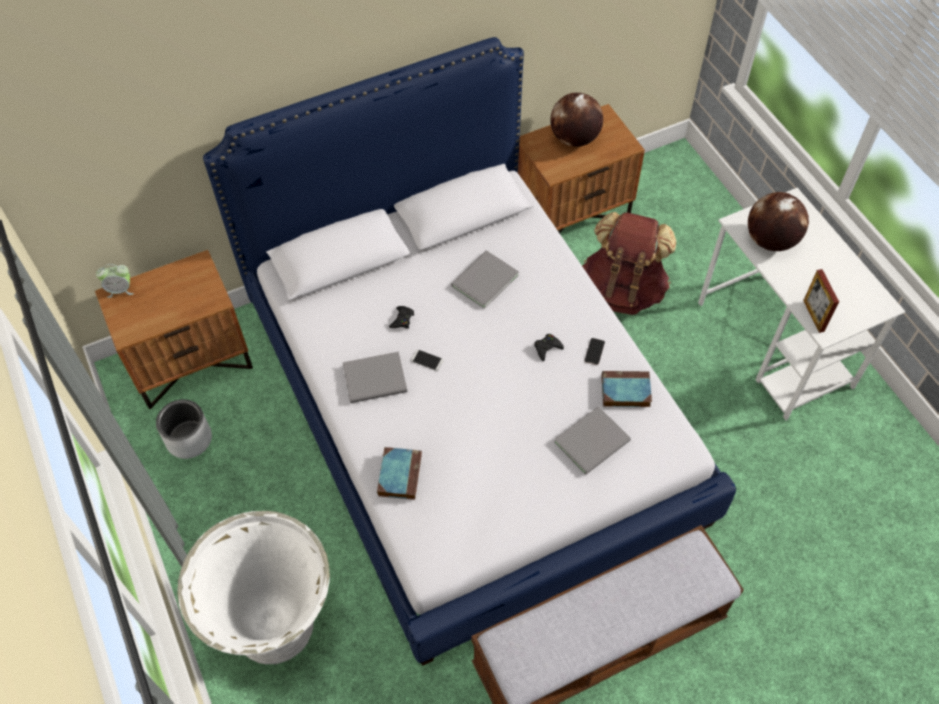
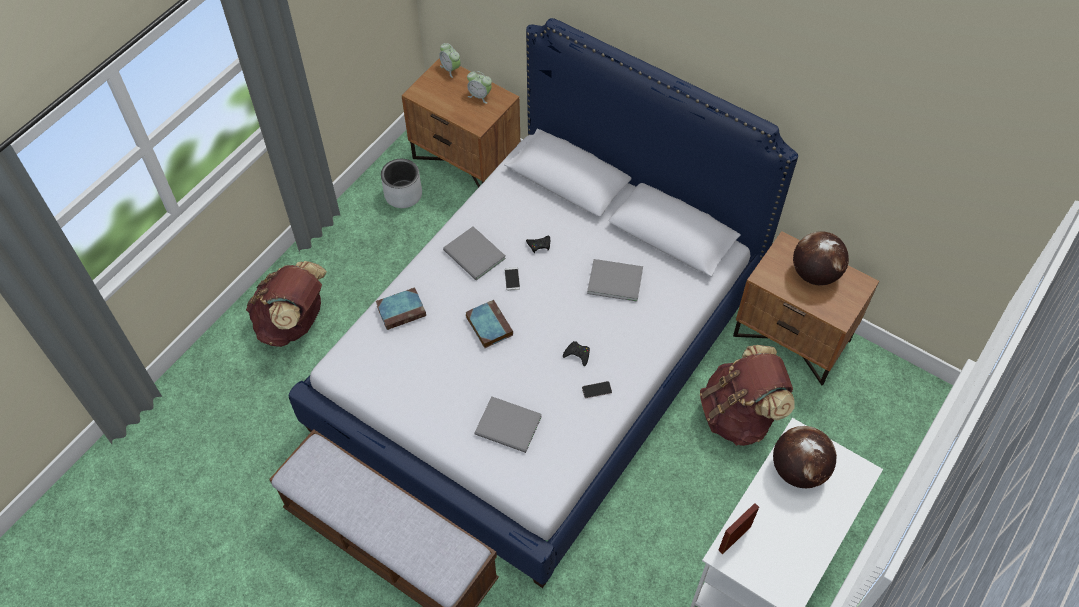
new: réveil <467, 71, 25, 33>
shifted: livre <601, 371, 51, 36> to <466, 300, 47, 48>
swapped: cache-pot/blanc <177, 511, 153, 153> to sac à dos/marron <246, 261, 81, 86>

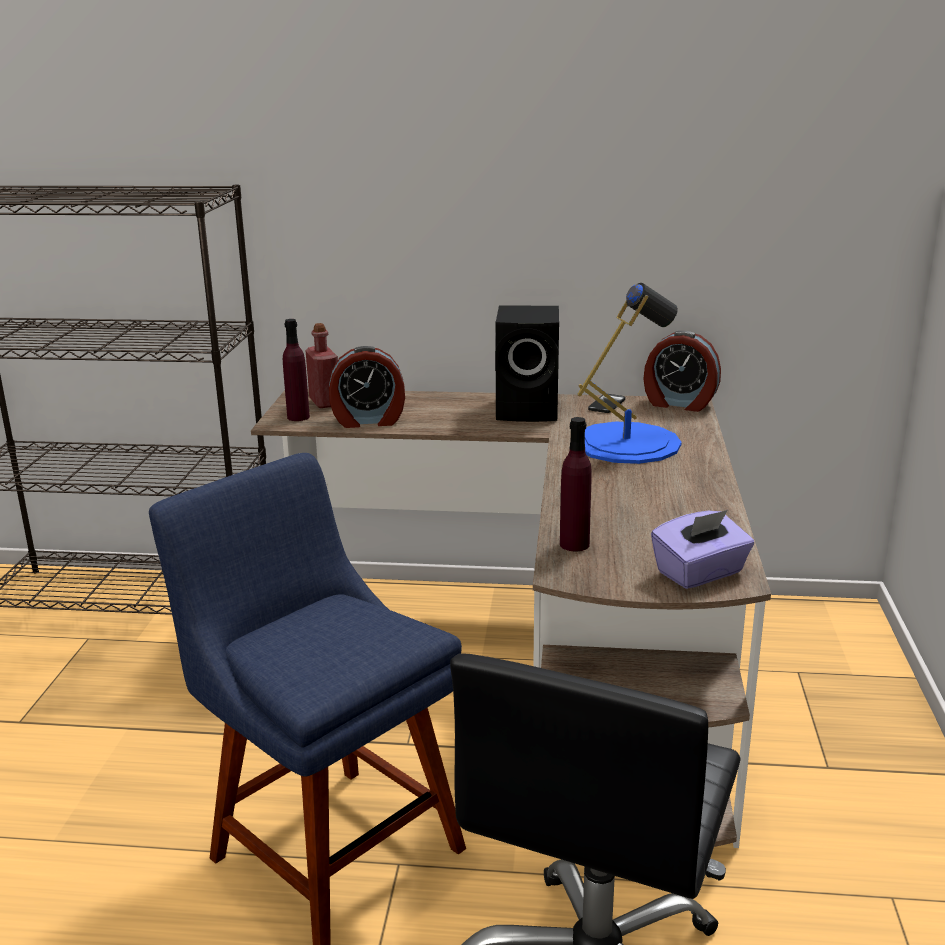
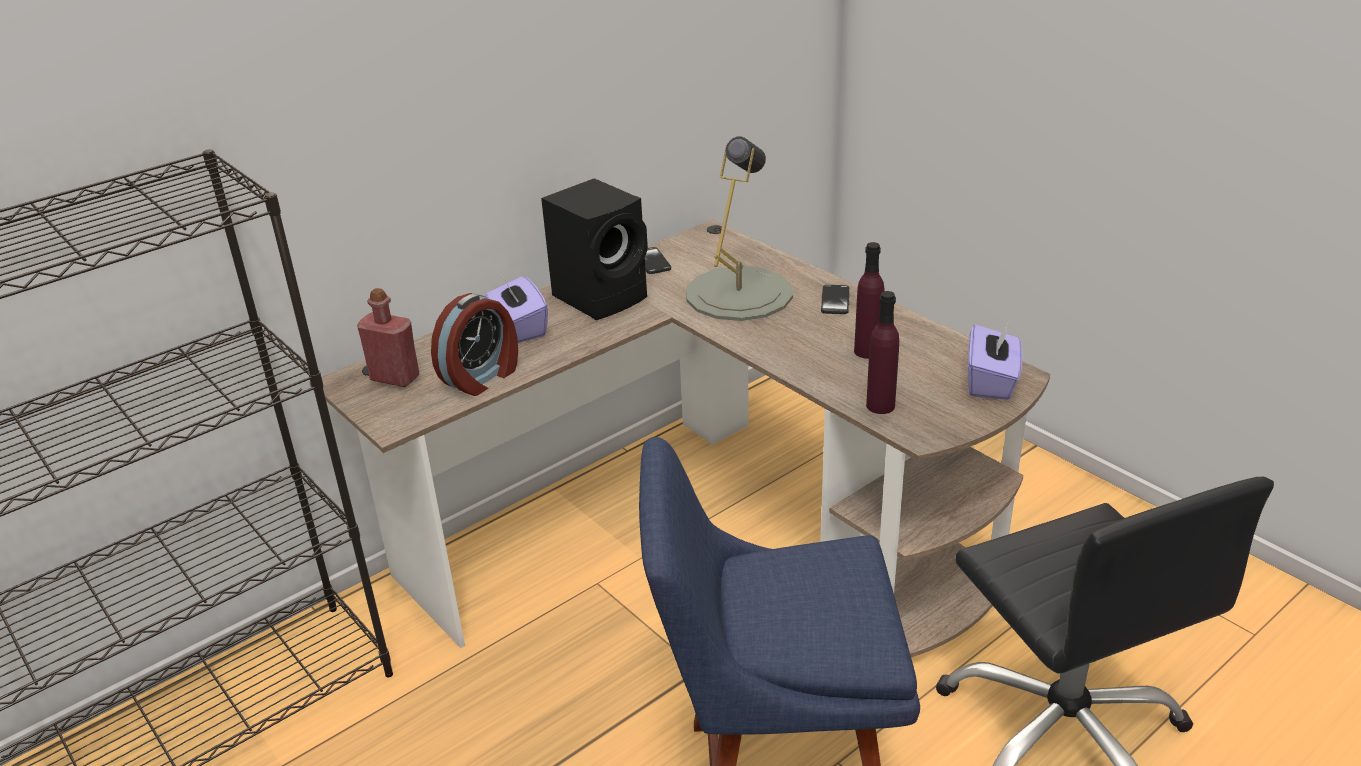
gone: réveil <643, 331, 78, 81>
new: boîte à mouchoirs/violet <485, 275, 63, 68>; téléphone <821, 285, 29, 29>
shifted: bouteille/violet <283, 319, 27, 102> to <854, 242, 30, 117>
repainted: lampe de table/bleu <577, 283, 105, 181> to lampe de table/gris <686, 137, 107, 184>

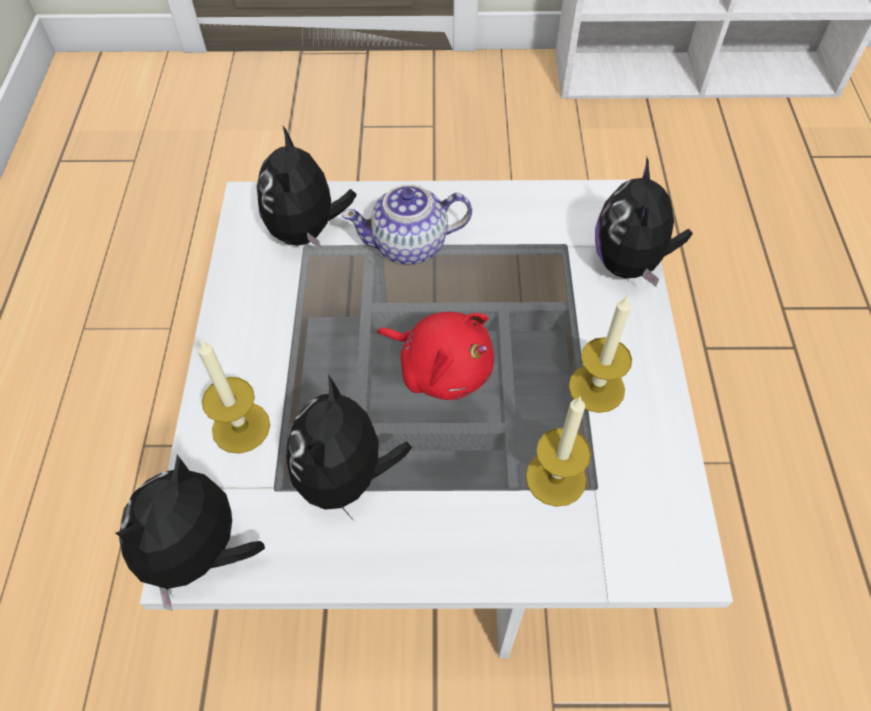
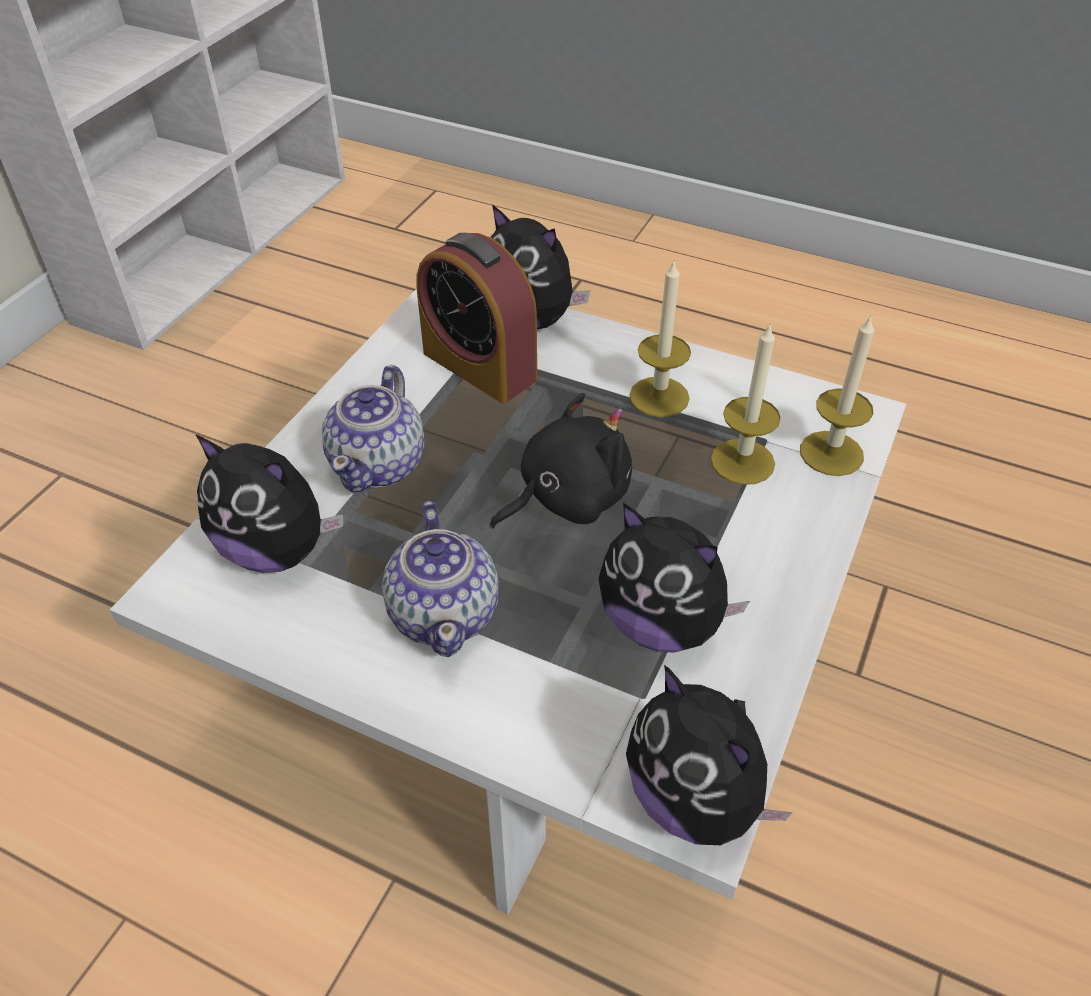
new: réveil <416, 233, 121, 170>; théière <382, 501, 117, 156>
shifted: bougie <198, 339, 72, 115> to <800, 314, 74, 162>
repainted: peluche/rouge <377, 312, 117, 88> to peluche/noir <490, 393, 142, 136>

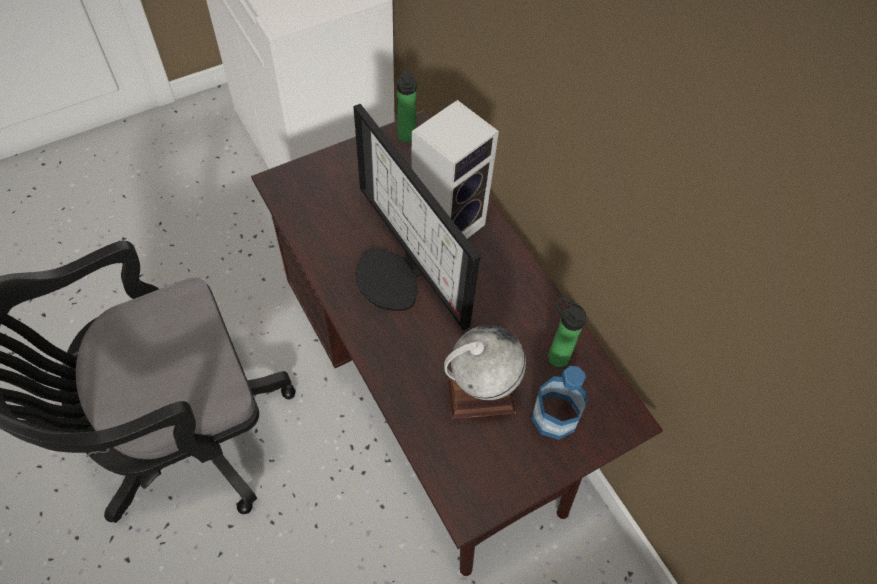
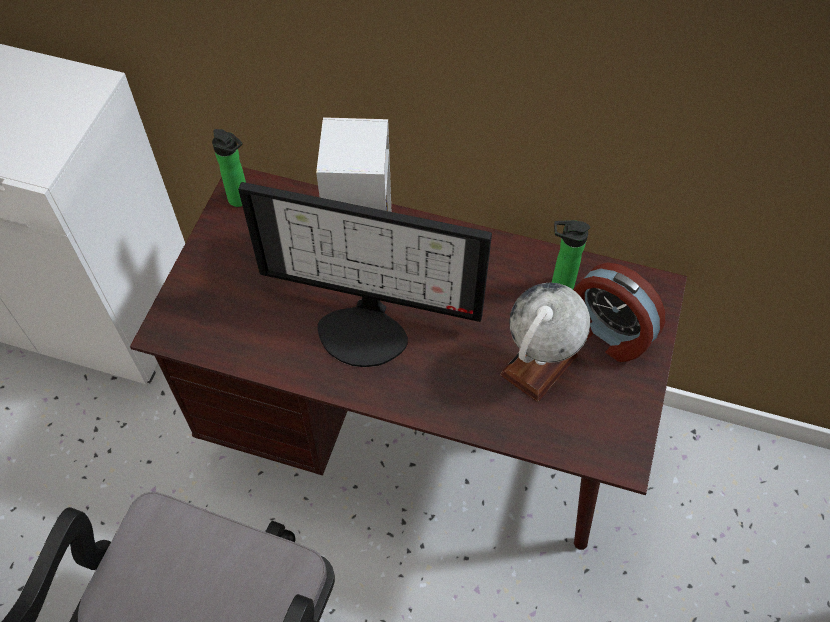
swapped: bouteille <531, 366, 57, 74> to réveil <573, 262, 92, 100>

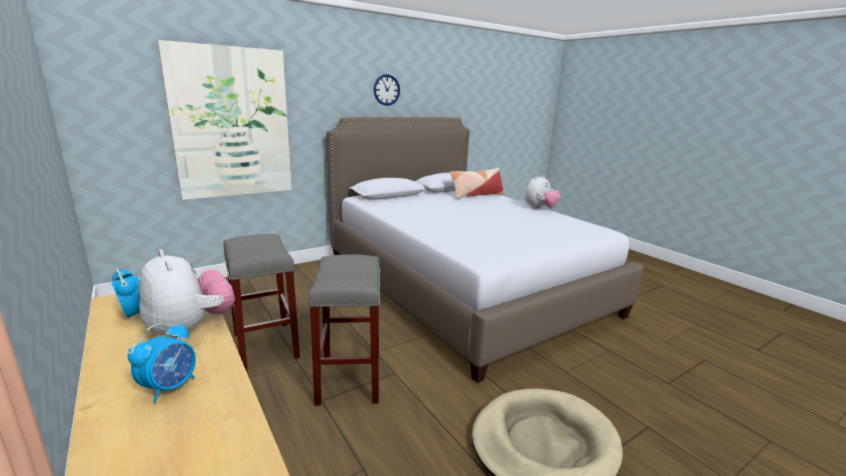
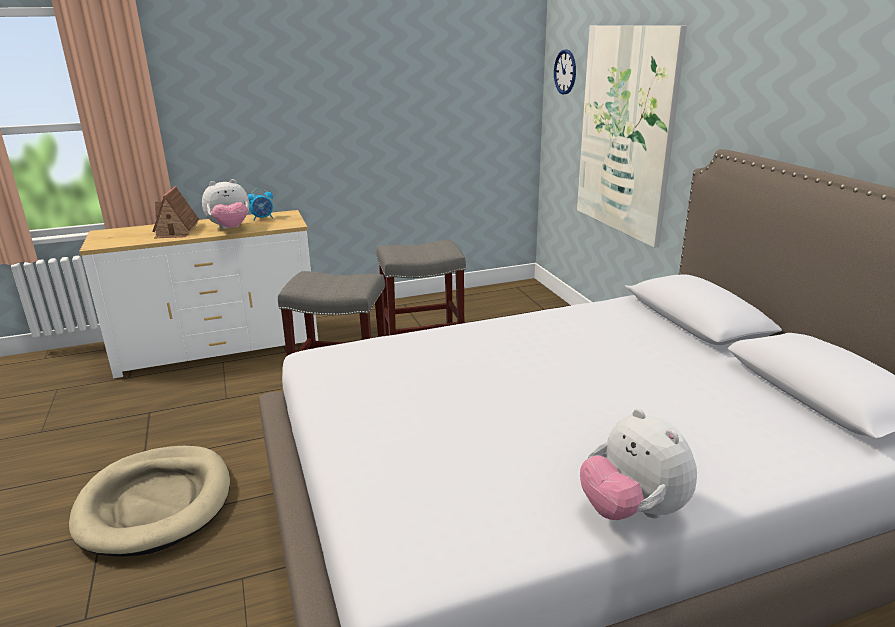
gone: coussin <450, 168, 55, 31>
shifted: horloge murale <373, 74, 27, 32> to <554, 49, 22, 46>
swapped: réveil <127, 323, 69, 80> to maison miniature <153, 186, 47, 52>

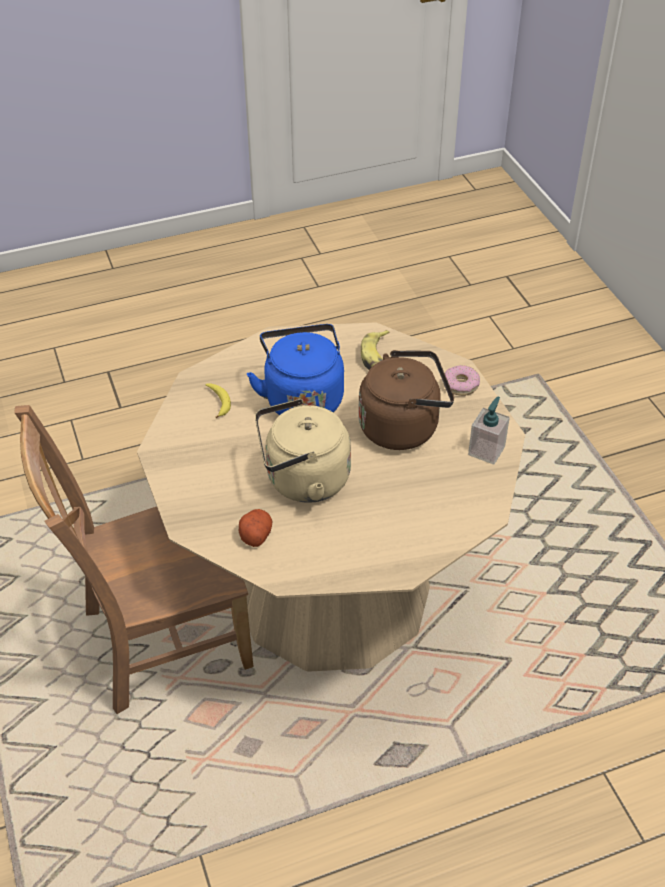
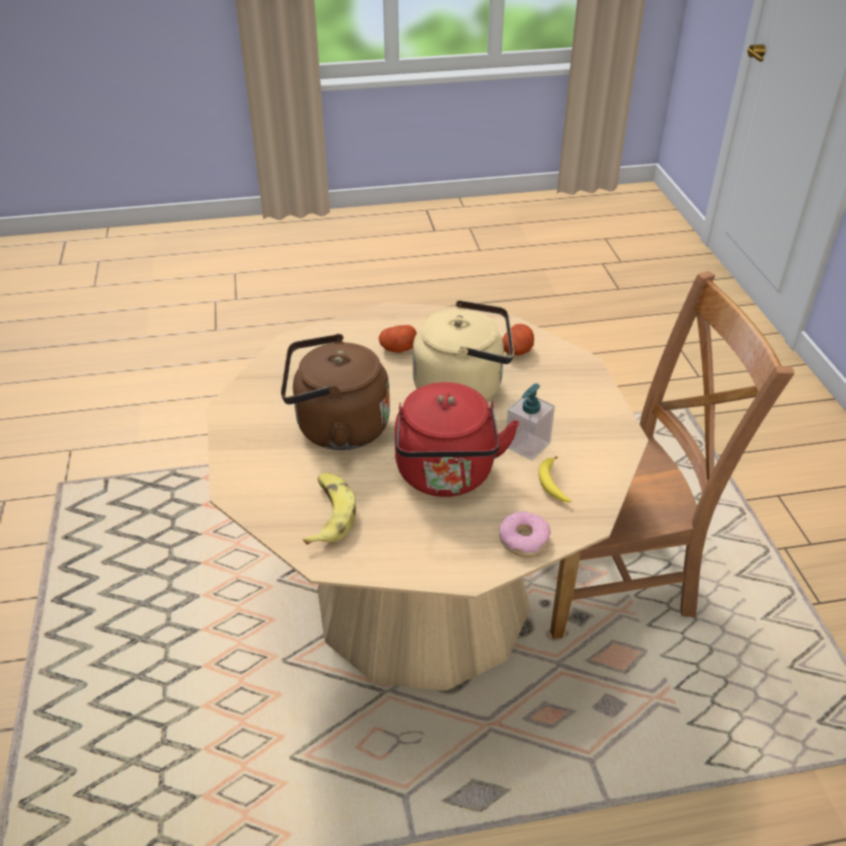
new: pomme de terre <379, 325, 38, 28>
shifted: beignet <443, 365, 37, 31> to <499, 511, 52, 46>; distributeur de savon <468, 396, 42, 69> to <506, 383, 49, 78>
repainted: bouilloire/bleu <247, 324, 97, 91> to bouilloire/rouge <395, 382, 124, 115>

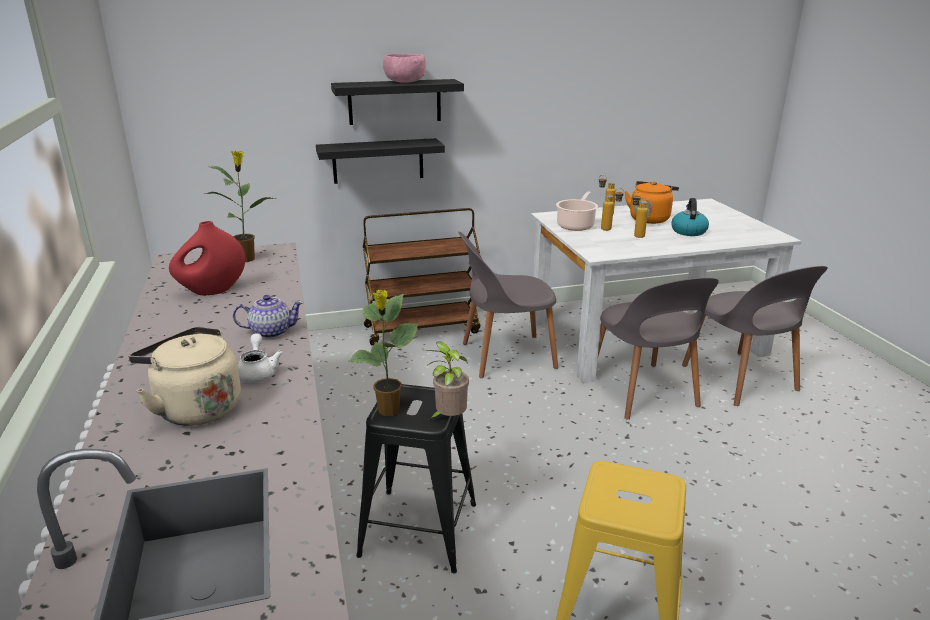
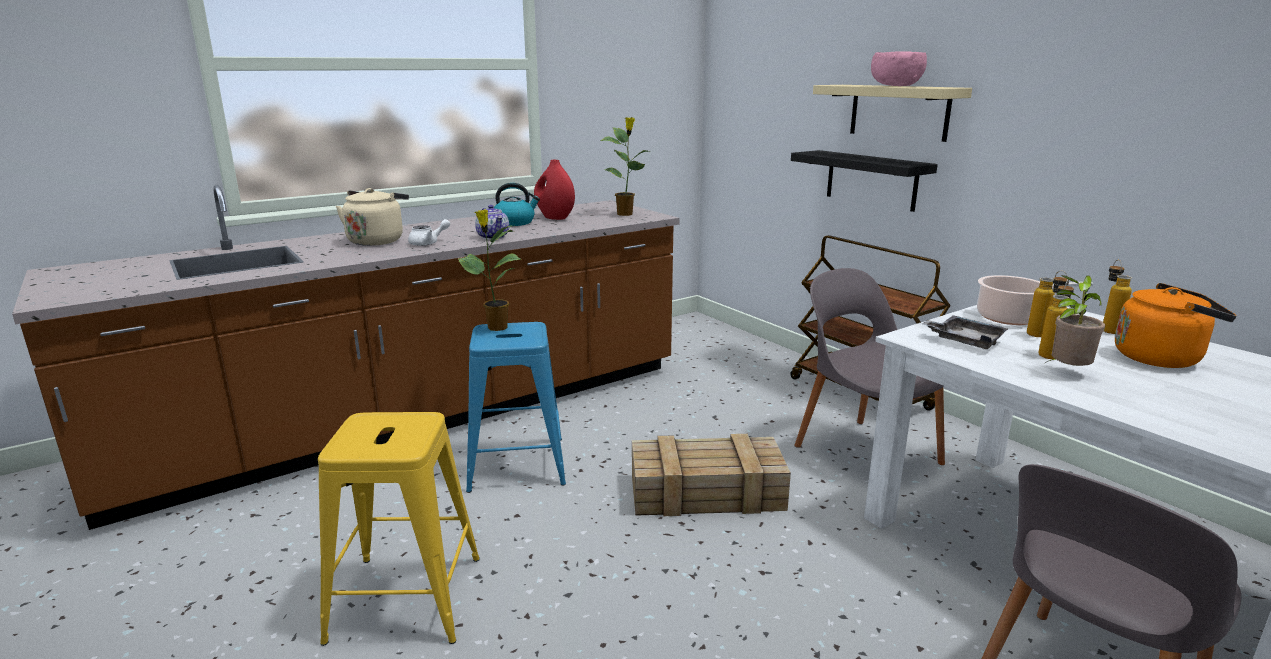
gone: chaise/gris <597, 278, 122, 141>
new: plateau/gris <922, 315, 86, 34>; caisse <632, 434, 159, 82>
shifted: bouilloire <671, 198, 38, 38> to <494, 183, 46, 43>; plante en pot <425, 342, 44, 77> to <1047, 275, 58, 91>
repainted: étagère/noir <331, 79, 133, 46> to étagère/beige <813, 85, 159, 57>; tabouret/noir <356, 384, 120, 189> to tabouret/bleu <466, 322, 100, 171>

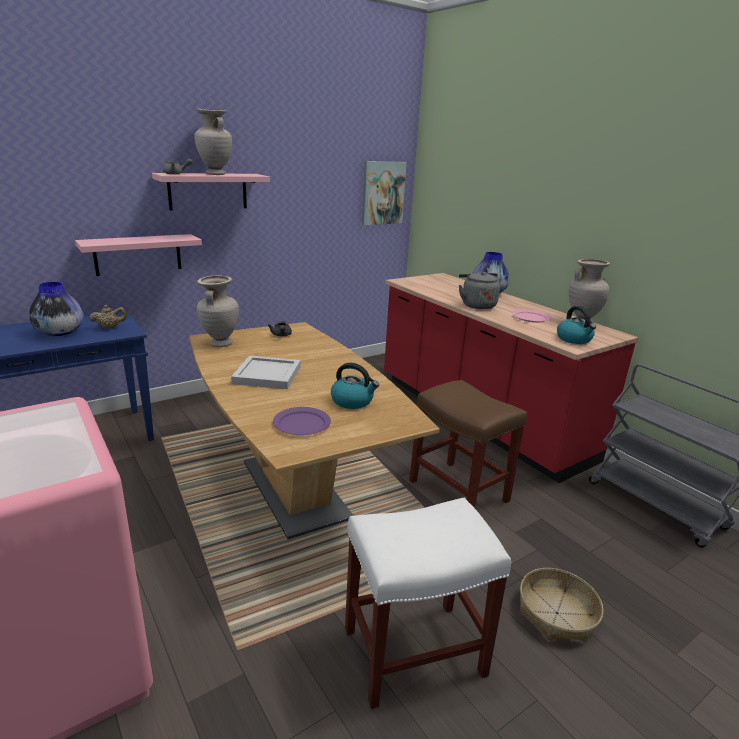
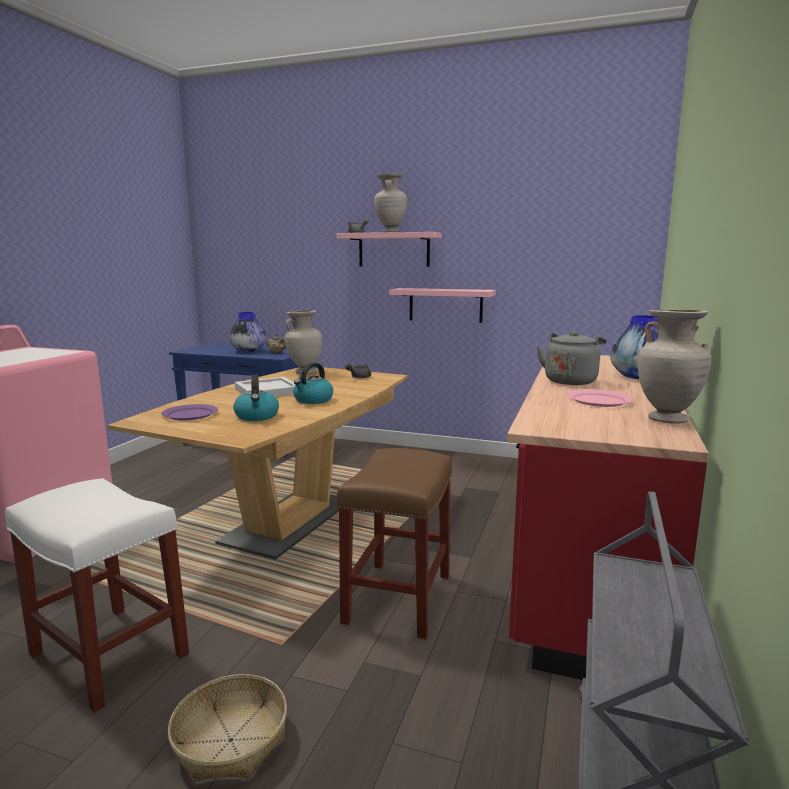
gone: tableau <362, 161, 45, 64>
shifted: étagère/rose <75, 234, 127, 42> to <389, 288, 107, 35>; bouilloire <557, 306, 39, 38> to <293, 362, 40, 42>

